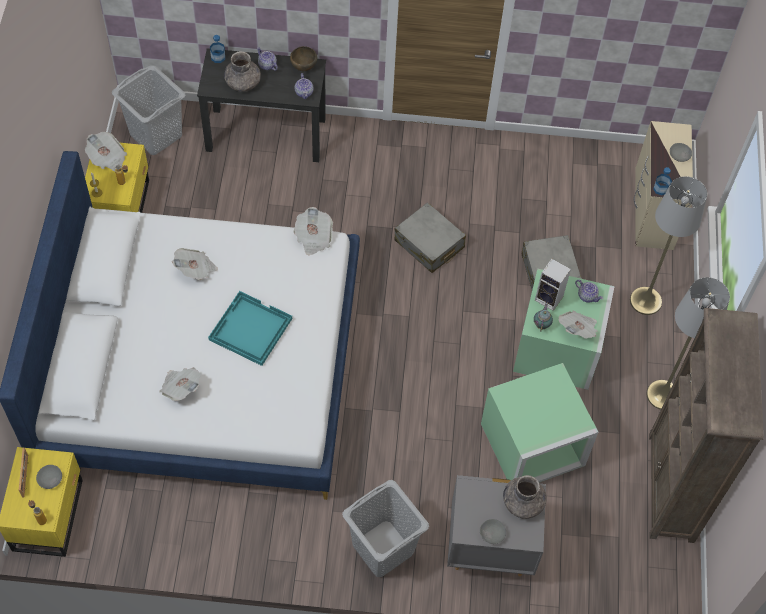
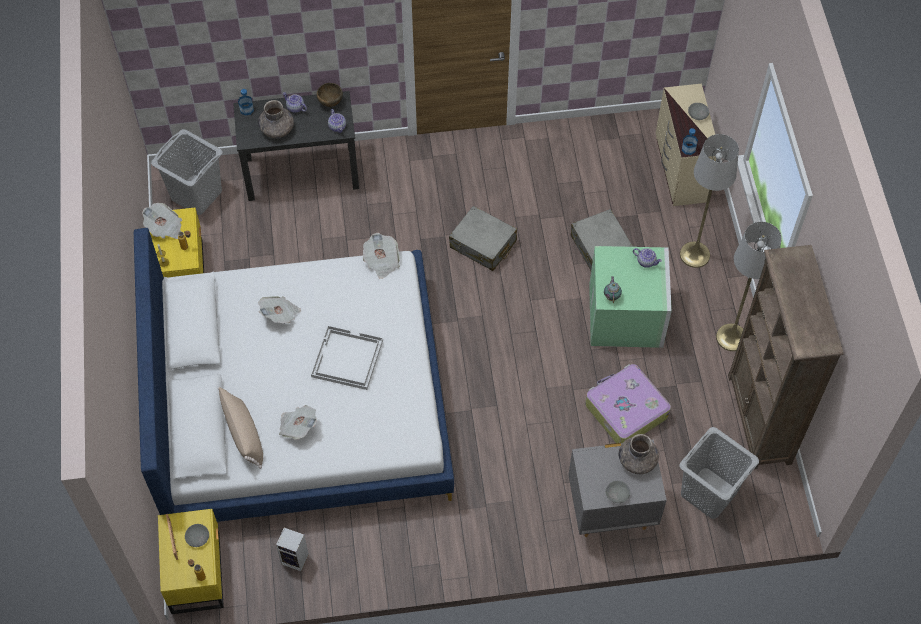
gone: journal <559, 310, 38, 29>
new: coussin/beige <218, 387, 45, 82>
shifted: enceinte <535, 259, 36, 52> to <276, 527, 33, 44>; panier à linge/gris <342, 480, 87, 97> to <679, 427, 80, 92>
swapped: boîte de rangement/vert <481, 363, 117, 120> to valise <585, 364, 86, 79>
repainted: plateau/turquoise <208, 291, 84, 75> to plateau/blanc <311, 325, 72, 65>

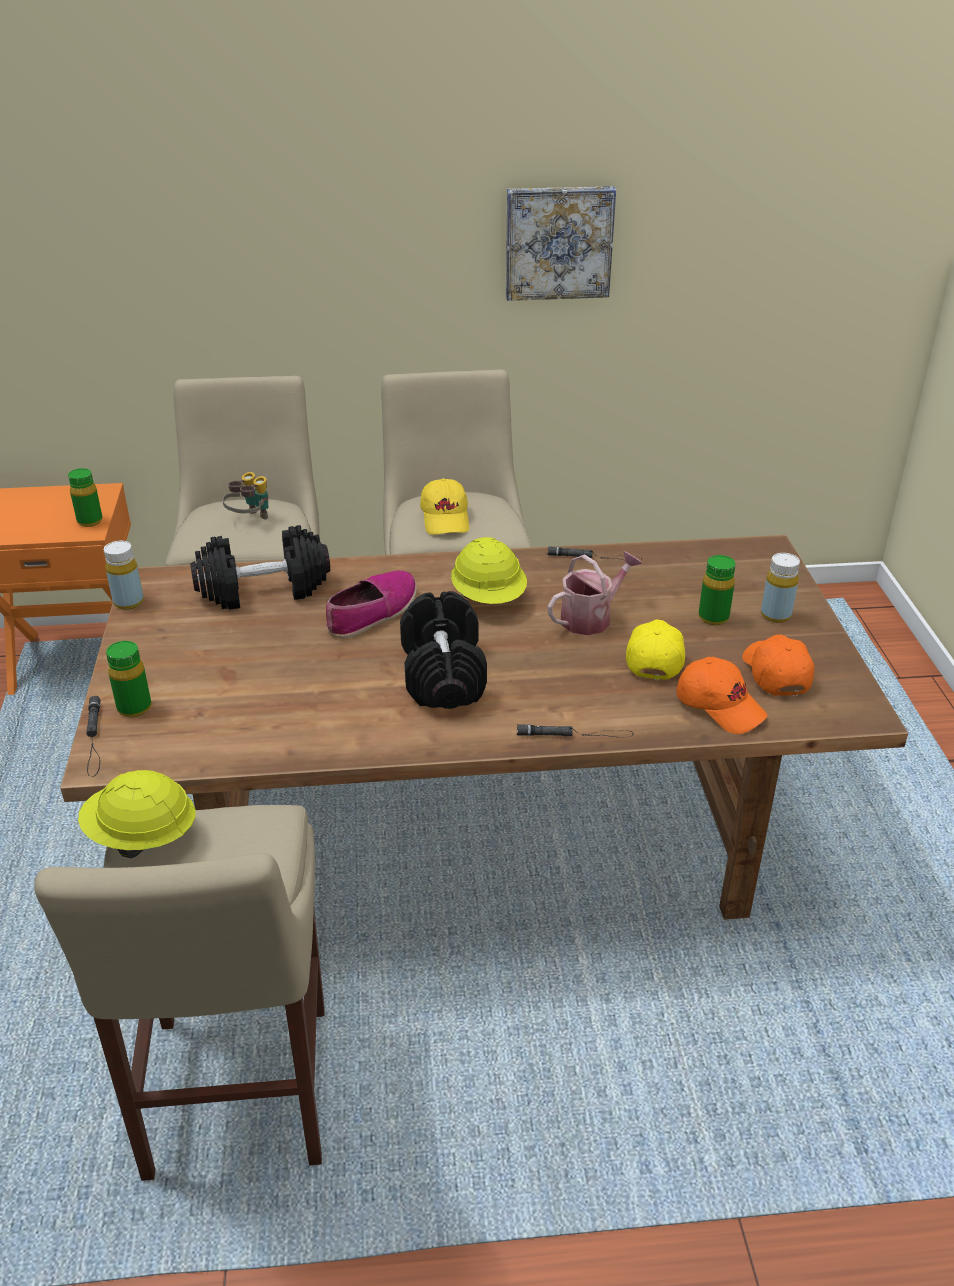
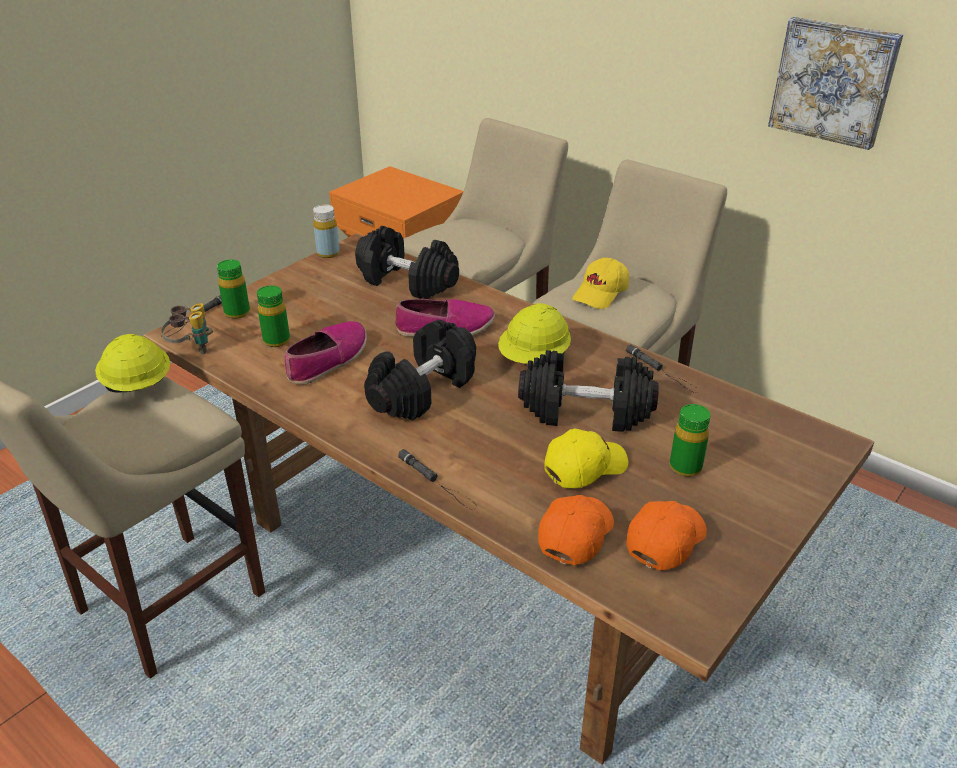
gone: bouteille/jaune <761, 553, 39, 70>
new: chaussure <285, 321, 82, 64>
shifted: bouteille/vert <68, 468, 35, 59> to <257, 285, 33, 62>; jumelles <223, 472, 45, 47> to <161, 303, 52, 51>
swapped: arrosoir <548, 551, 94, 84> to haltère/noir <518, 350, 141, 82>
rotated: casquette/orange <677, 657, 90, 77> = <538, 495, 76, 70> 150 degrees counterclockwise

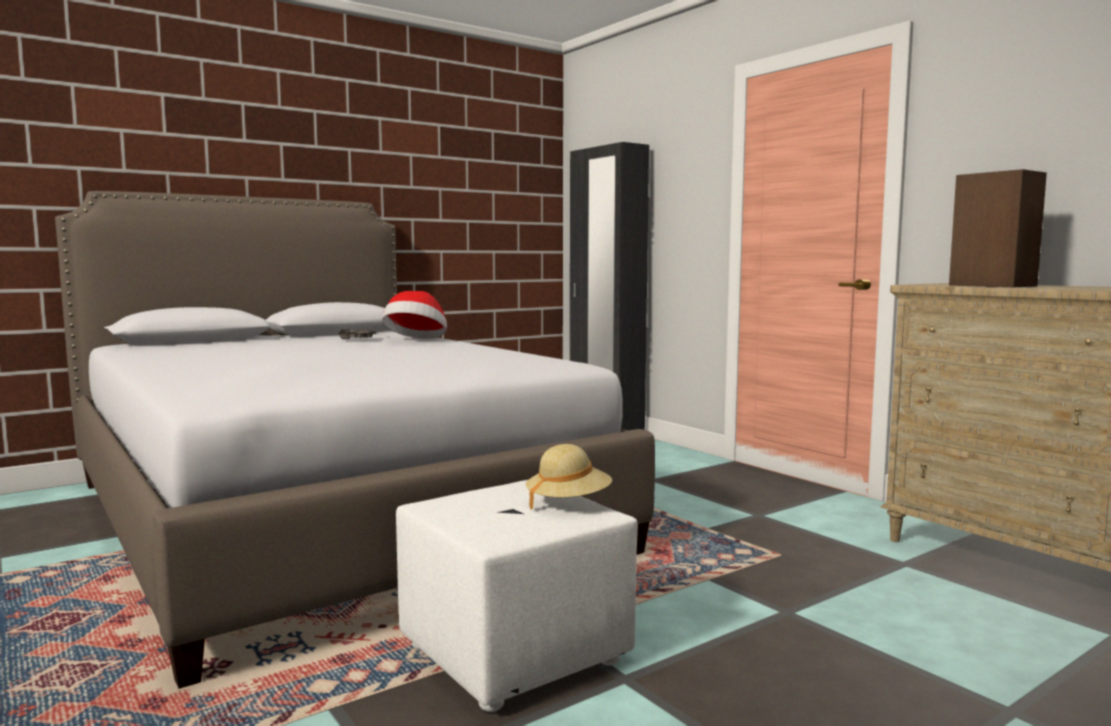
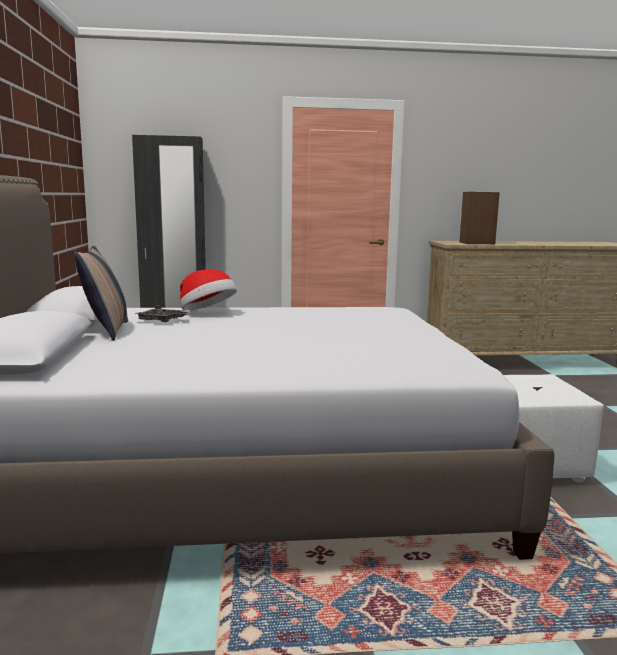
gone: chapeau/beige <526, 444, 86, 66>
new: coussin <74, 245, 54, 96>

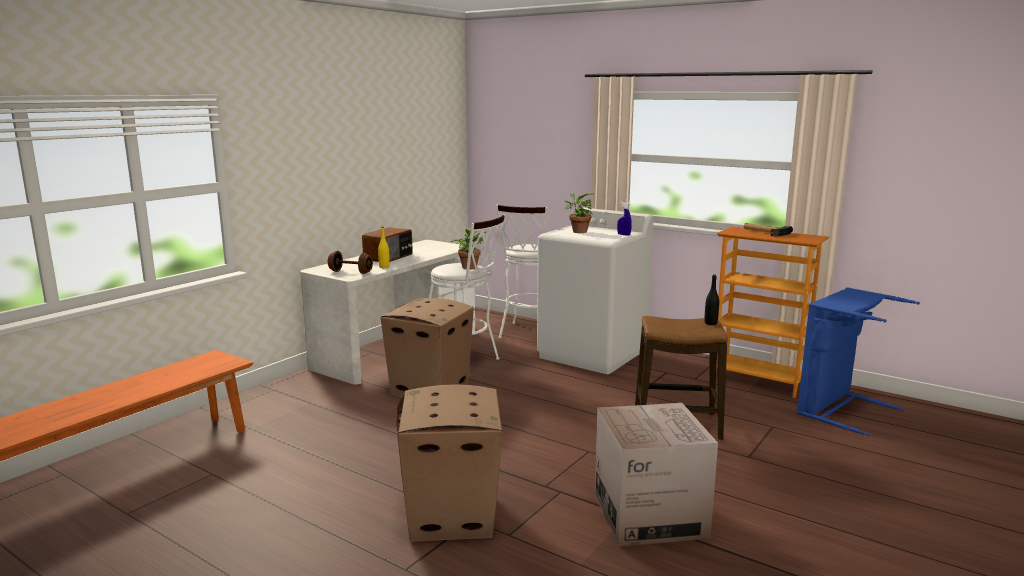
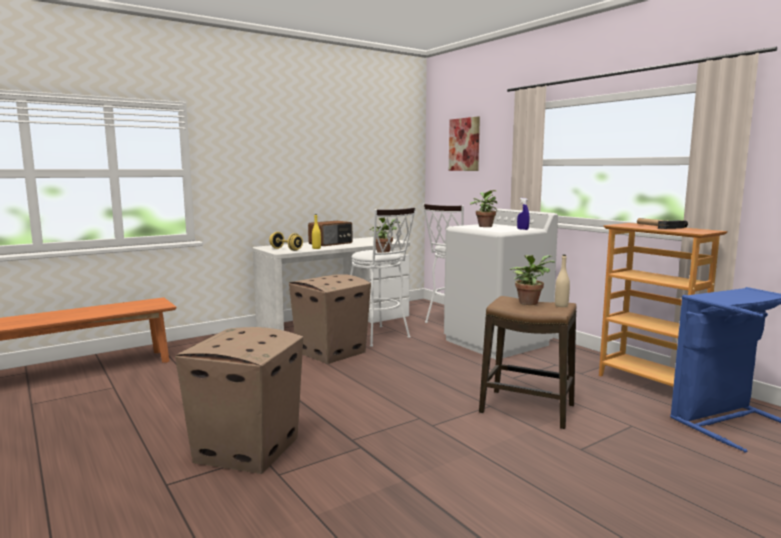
gone: carton <594, 403, 124, 144>
new: tableau <449, 117, 31, 54>; plante en pot <510, 255, 45, 50>
repainted: haltère/marron <328, 251, 45, 23> to haltère/jaune <269, 232, 34, 19>; bouteille/noir <704, 274, 15, 51> to bouteille/beige <555, 255, 15, 52>

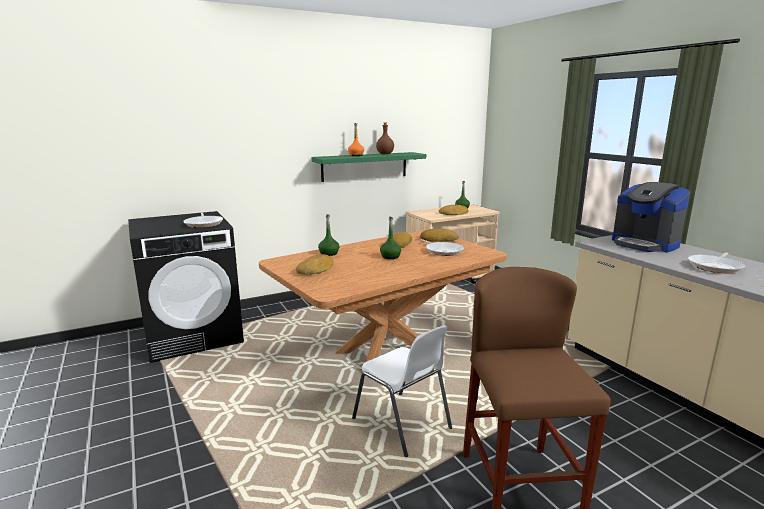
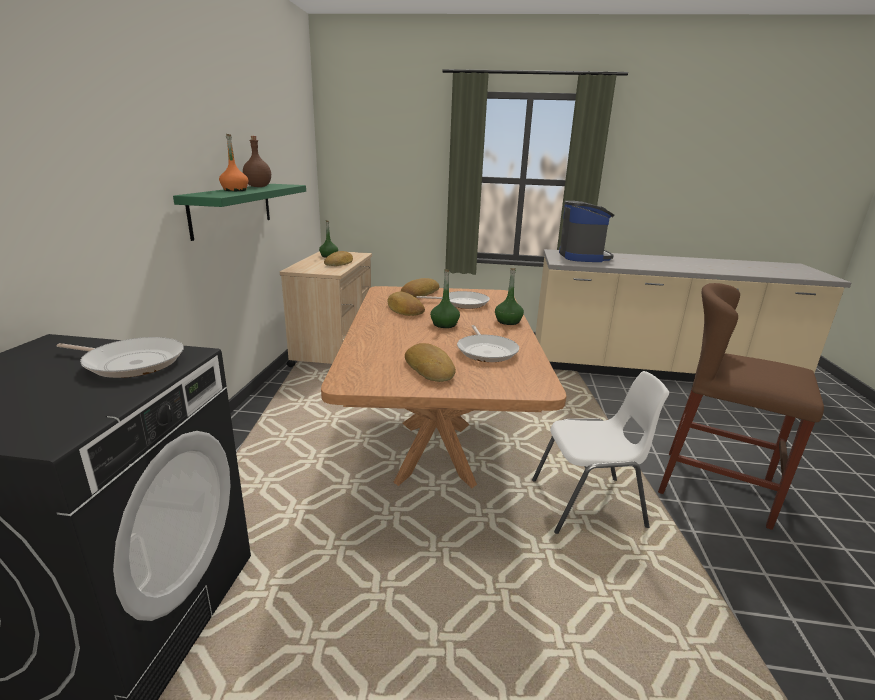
shifted: bouteille/vert <318, 214, 21, 42> to <495, 268, 29, 57>; poêle <688, 252, 57, 21> to <457, 325, 62, 37>
rotated: machine à café <612, 182, 78, 70> = <559, 201, 55, 61> 90 degrees counterclockwise

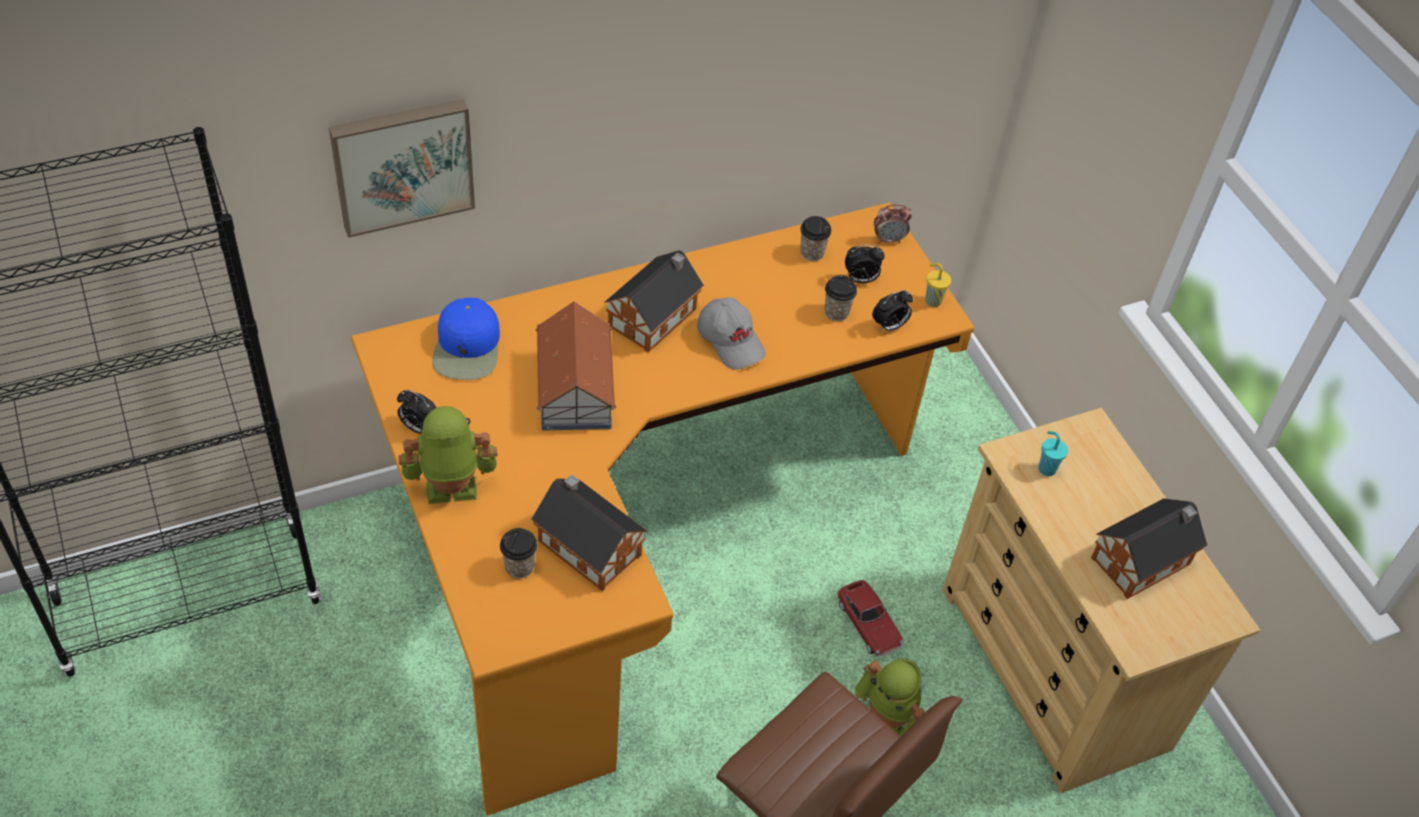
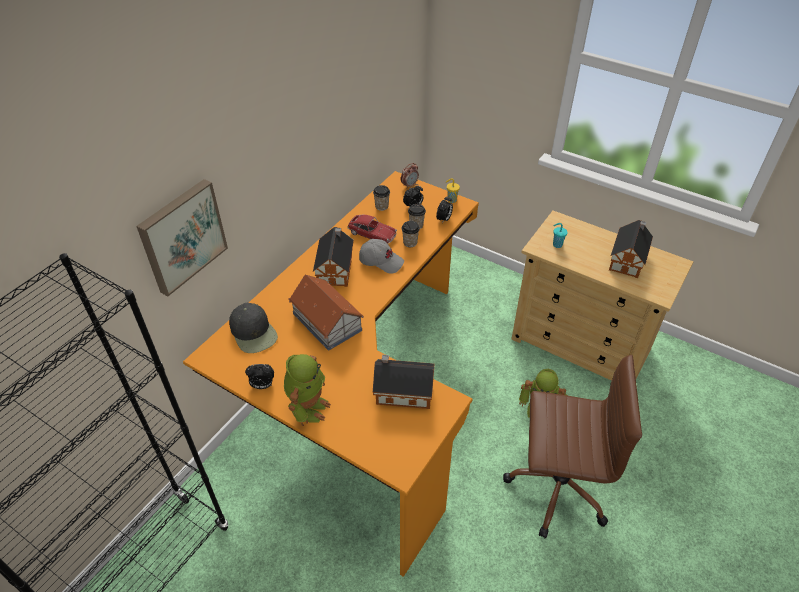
shifted: tasse <500, 528, 38, 50> to <401, 221, 19, 26>; petite voiture <836, 580, 68, 77> to <348, 215, 49, 29>
repainted: casquette/bleu <432, 298, 68, 82> to casquette/noir <229, 303, 49, 50>
rotated: robot jouet <398, 406, 100, 98> = <284, 354, 47, 72> 150 degrees clockwise

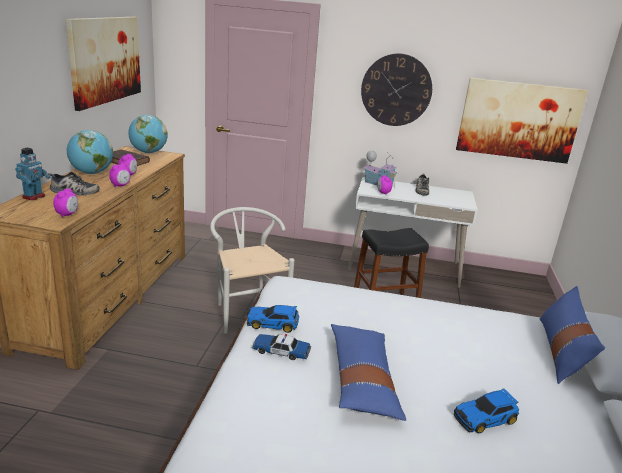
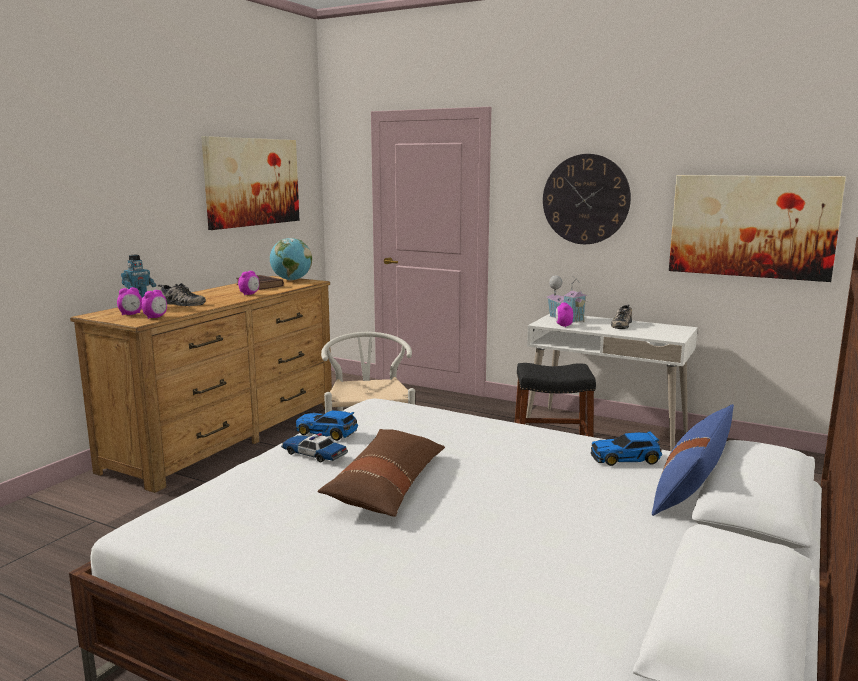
gone: globe <67, 130, 46, 44>
shifted: réveil <109, 163, 21, 24> to <117, 287, 25, 28>; petite voiture <453, 389, 66, 44> to <591, 431, 71, 35>
repainted: coussin/bleu <331, 324, 75, 97> to coussin/marron <318, 429, 127, 88>

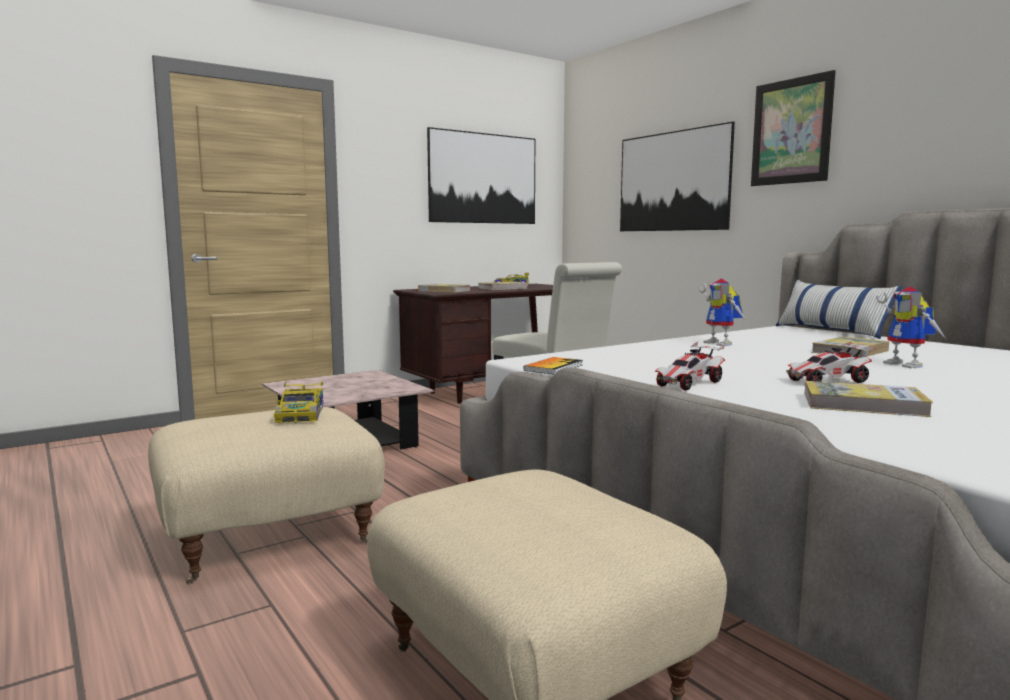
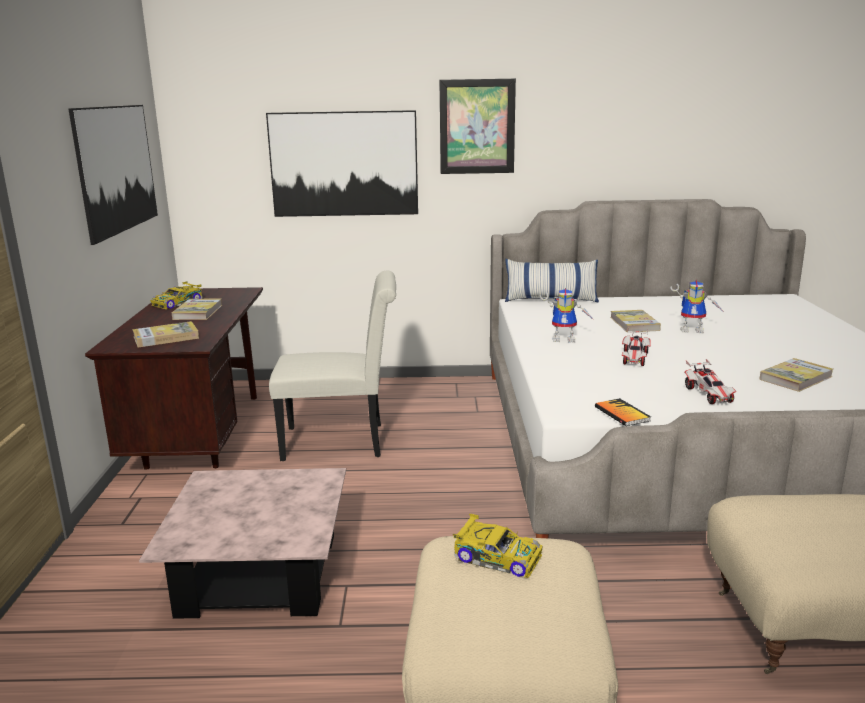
shifted: petite voiture <786, 342, 89, 41> to <622, 330, 29, 36>

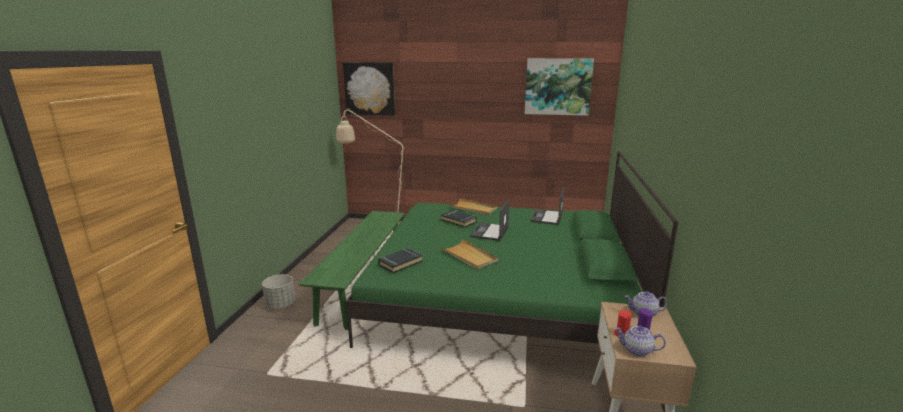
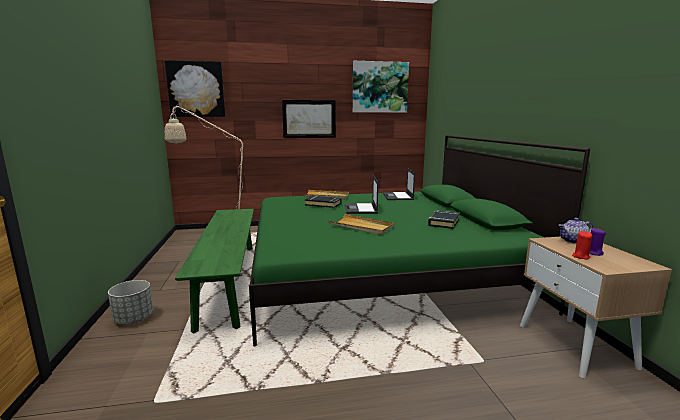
gone: théière <615, 326, 51, 31>
new: tableau <282, 100, 54, 38>
shifted: livre/noir <378, 248, 45, 25> to <428, 211, 32, 18>

